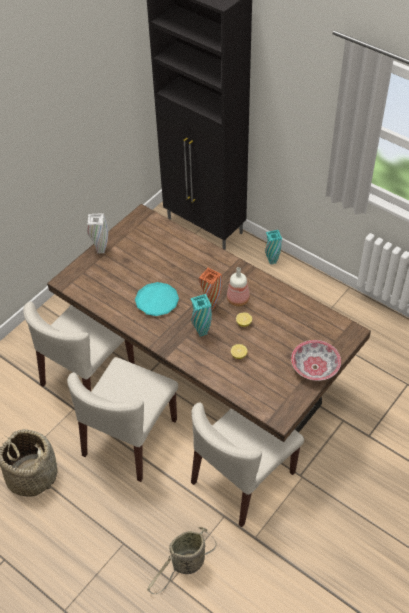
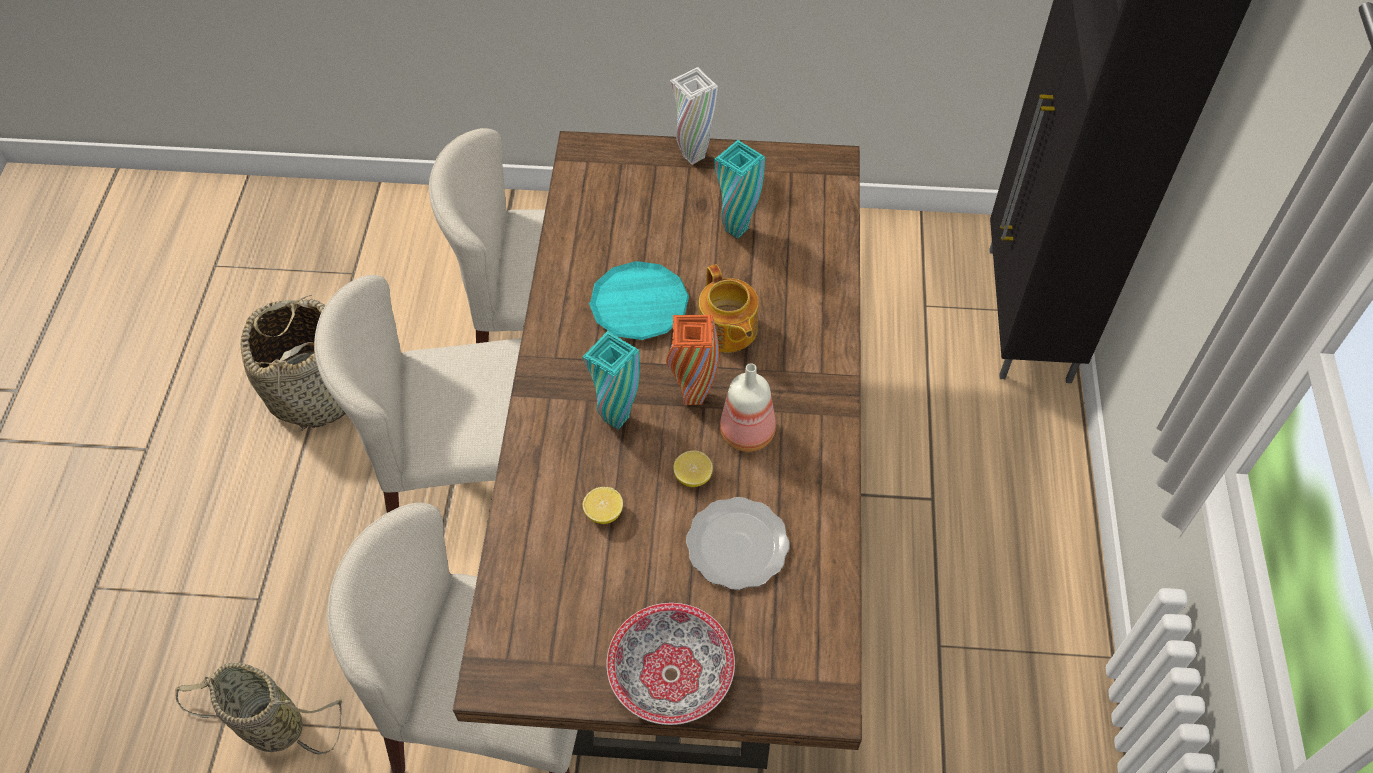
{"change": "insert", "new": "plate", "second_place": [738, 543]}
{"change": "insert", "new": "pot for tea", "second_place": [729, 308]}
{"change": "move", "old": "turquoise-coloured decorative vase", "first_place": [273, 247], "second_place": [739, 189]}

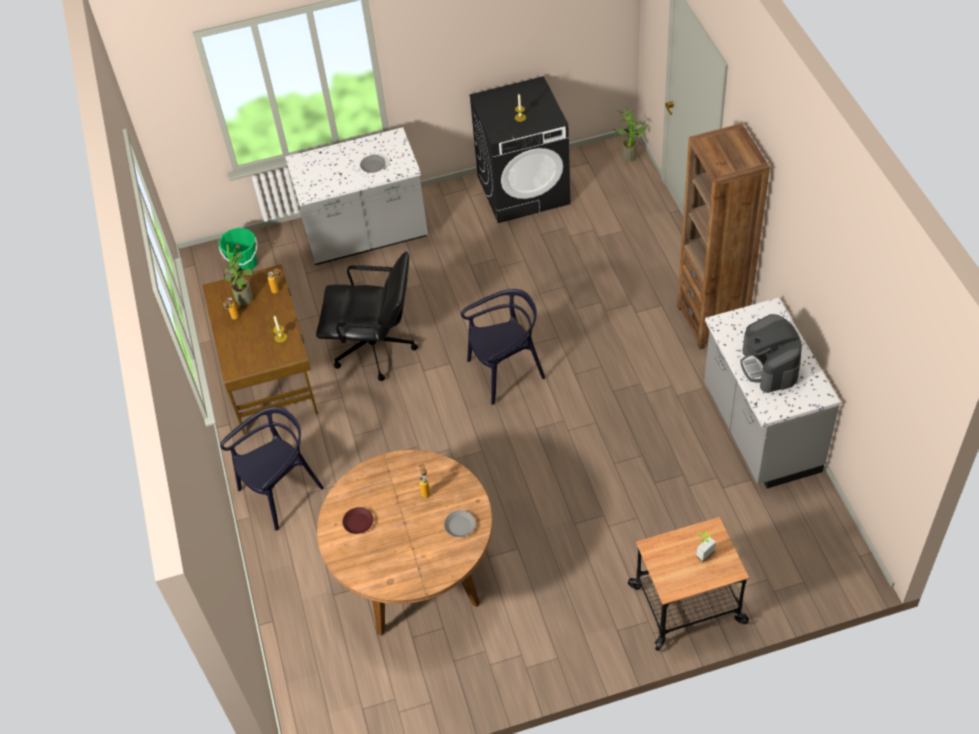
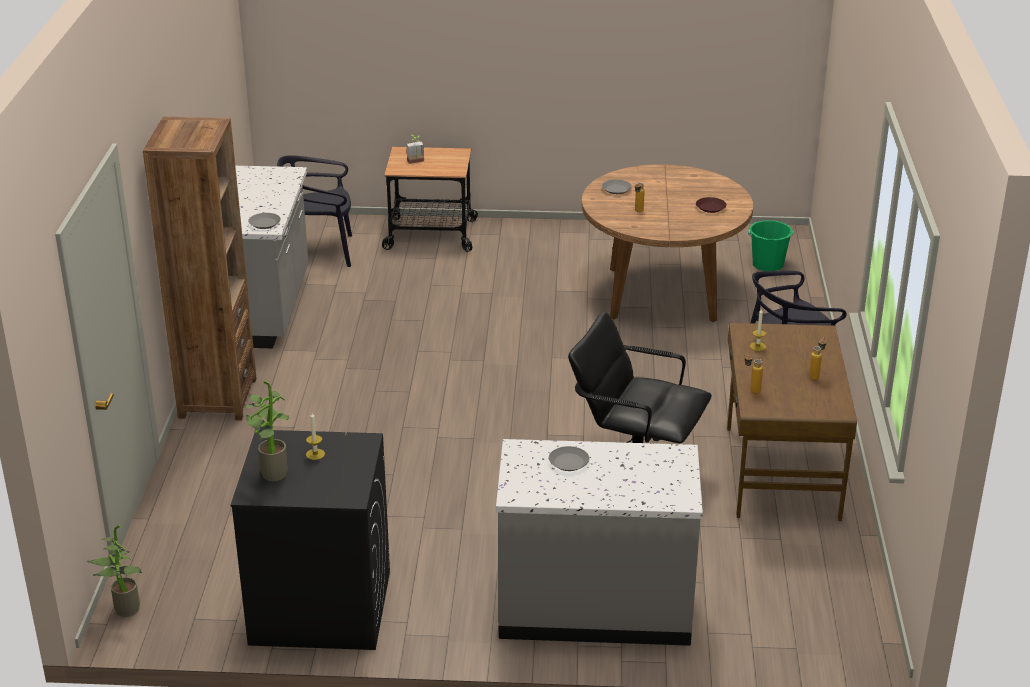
{"change": "move", "old": "houseplant", "first_place": [239, 274], "second_place": [267, 430]}
{"change": "insert", "new": "gray plate", "second_place": [264, 221]}
{"change": "move", "old": "black upright chair", "first_place": [503, 347], "second_place": [314, 211]}
{"change": "move", "old": "greenish bucket", "first_place": [238, 249], "second_place": [770, 245]}
{"change": "delete", "old": "coffee machine", "first_place": [771, 353]}

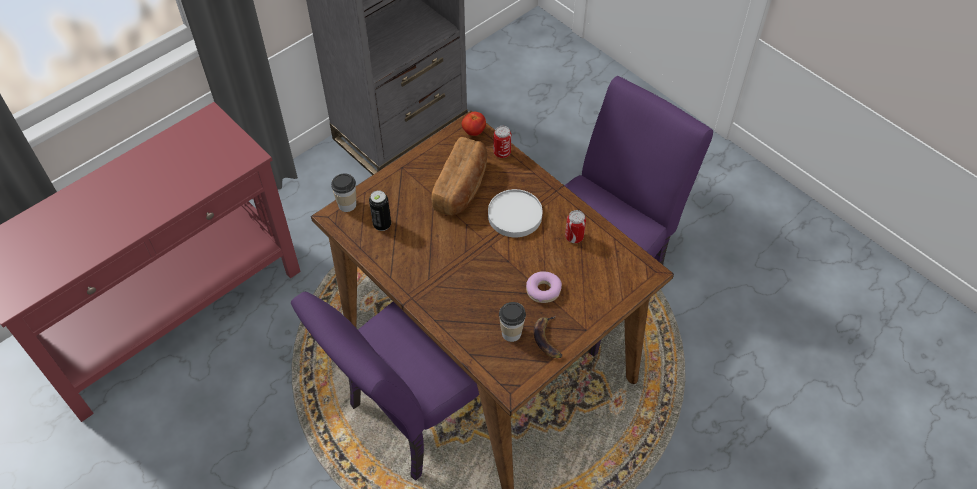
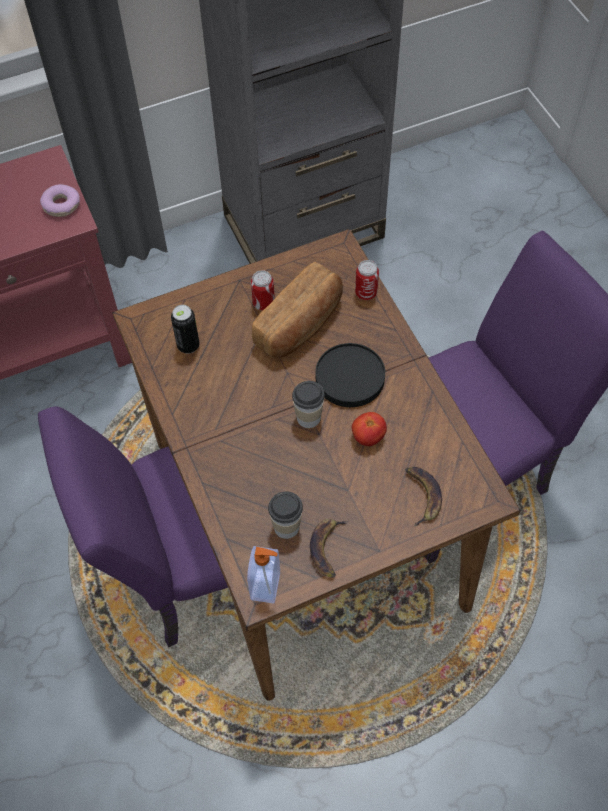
{"change": "move", "old": "doughnut", "first_place": [544, 287], "second_place": [60, 200]}
{"change": "insert", "new": "soap dispenser", "second_place": [263, 574]}
{"change": "move", "old": "sealed can", "first_place": [575, 226], "second_place": [263, 290]}
{"change": "move", "old": "cup", "first_place": [343, 193], "second_place": [308, 404]}
{"change": "recolor", "old": "white-coloured plate", "new": "black plate", "first_place": [515, 213], "second_place": [350, 375]}
{"change": "move", "old": "fresh tomato", "first_place": [474, 124], "second_place": [369, 429]}
{"change": "insert", "new": "whole banana", "second_place": [423, 496]}

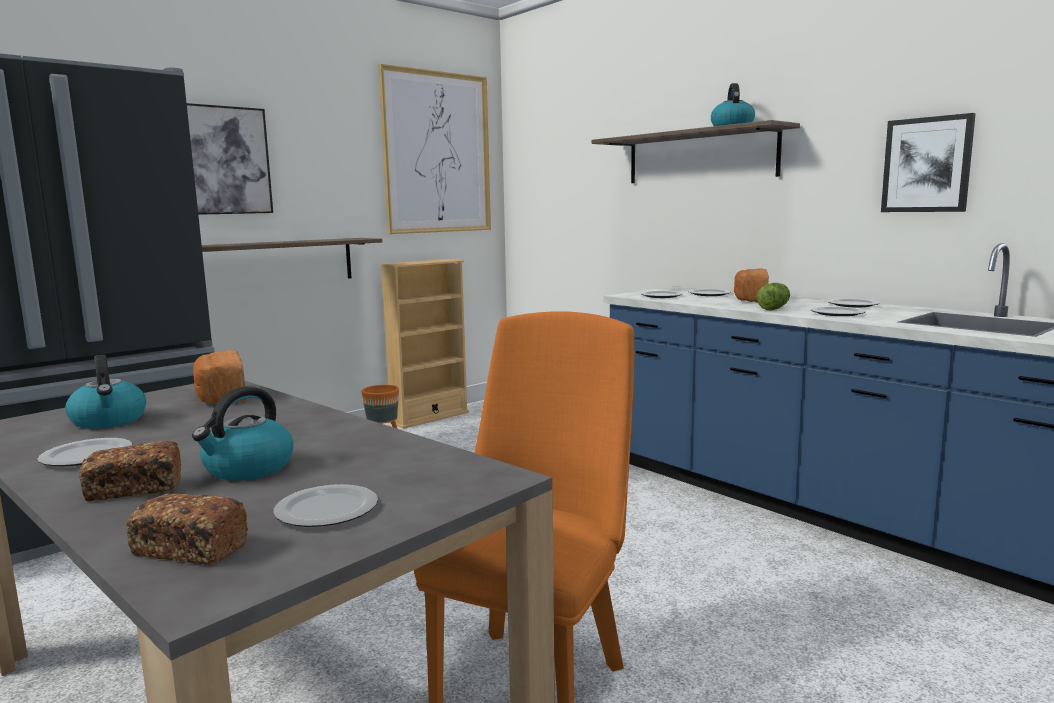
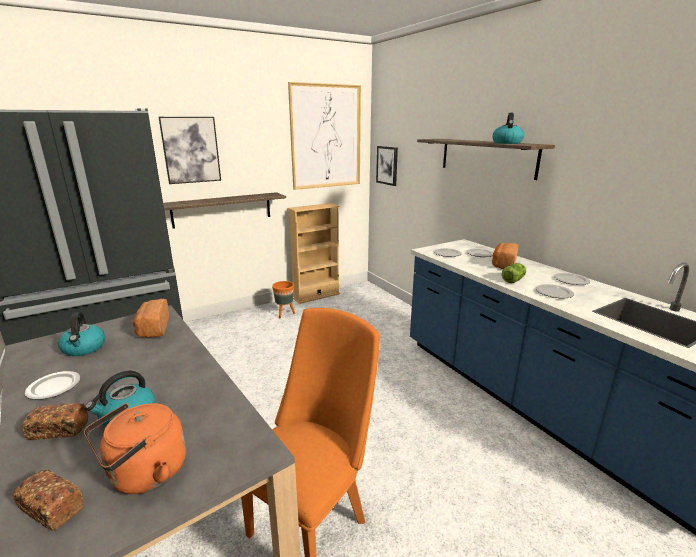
{"change": "replace", "old": "plate", "new": "orange-coloured water kettle", "first_place": [325, 505], "second_place": [135, 448]}
{"change": "move", "old": "wall art", "first_place": [928, 162], "second_place": [387, 166]}

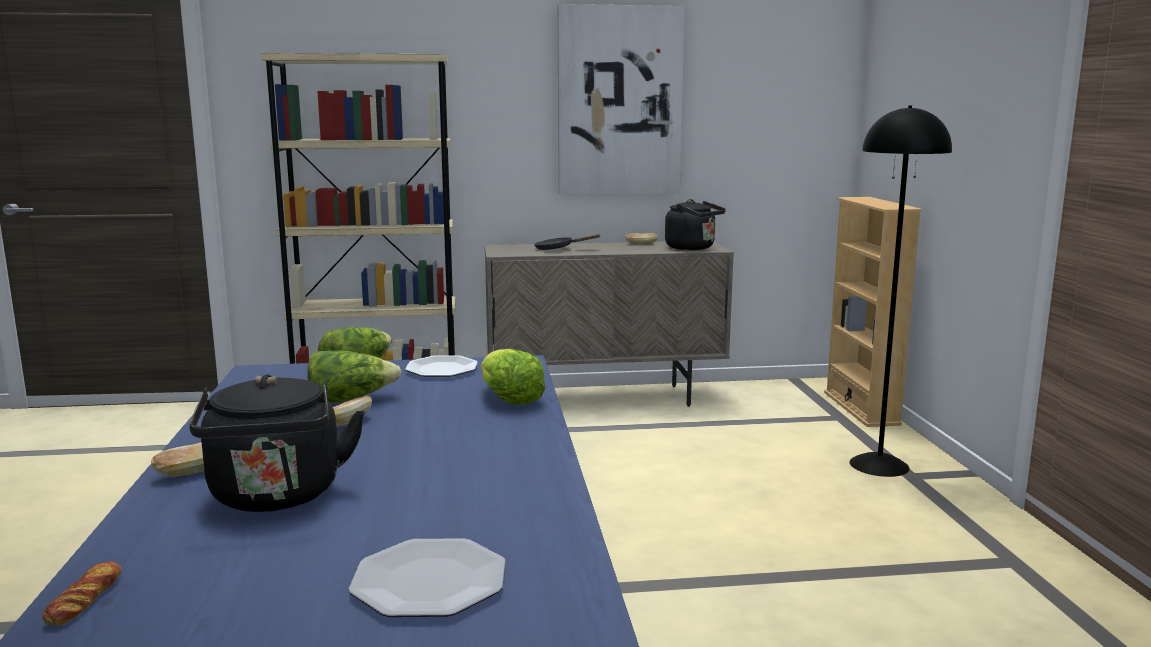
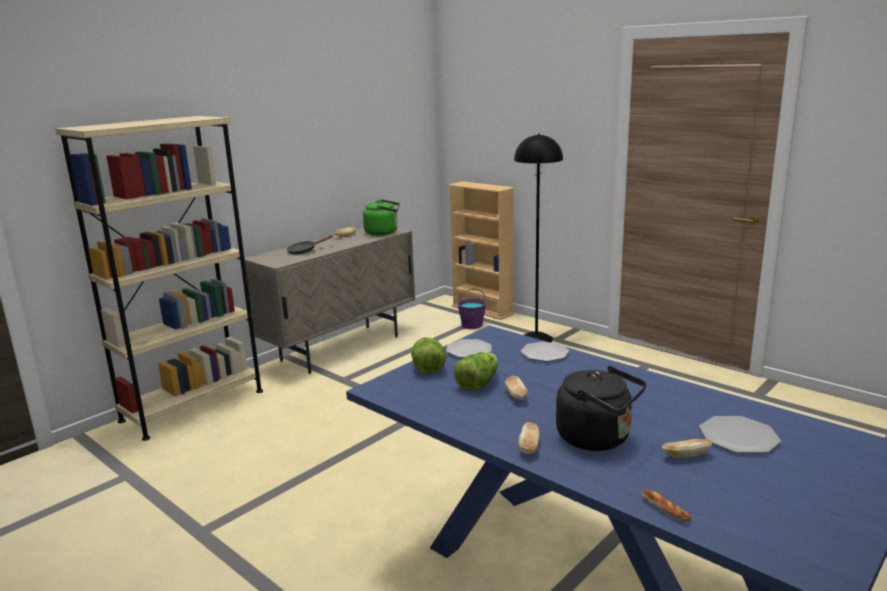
{"change": "recolor", "old": "black water kettle", "new": "greenish water kettle", "first_place": [695, 224], "second_place": [381, 217]}
{"change": "insert", "new": "purple bucket", "second_place": [471, 309]}
{"change": "replace", "old": "head of lettuce", "new": "plate", "first_place": [513, 377], "second_place": [545, 351]}
{"change": "insert", "new": "bread", "second_place": [687, 448]}
{"change": "delete", "old": "wall art", "first_place": [621, 99]}

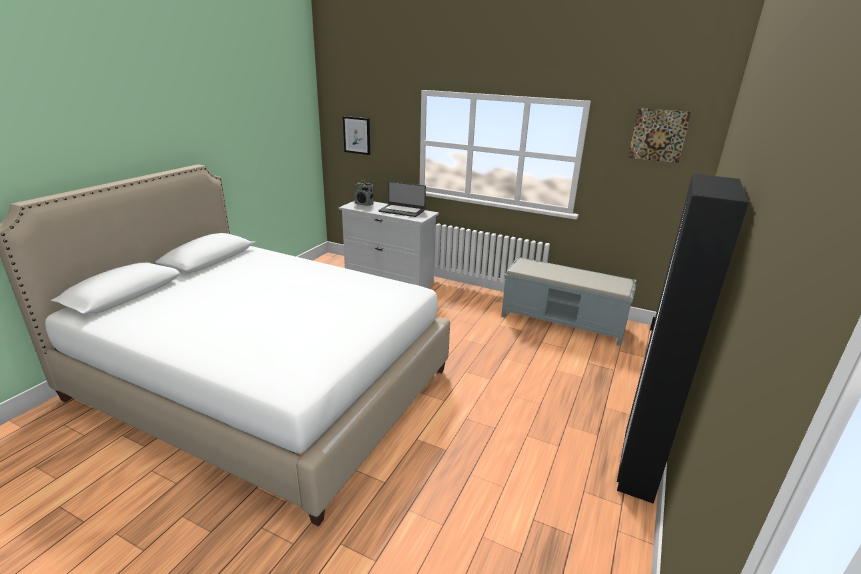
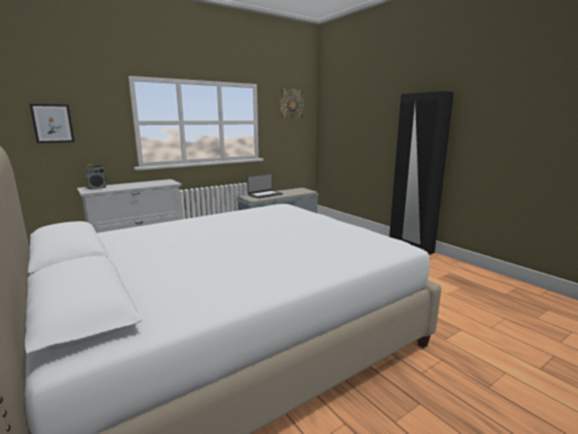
{"change": "move", "old": "laptop", "first_place": [402, 199], "second_place": [265, 186]}

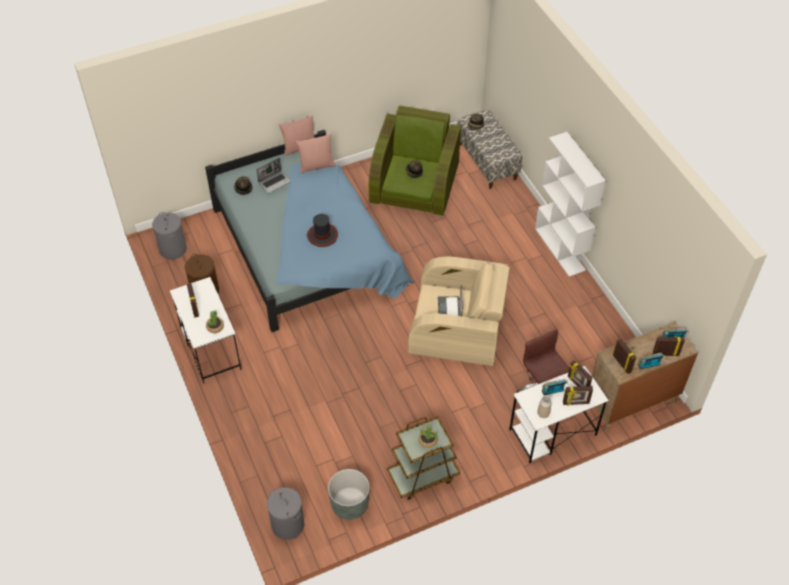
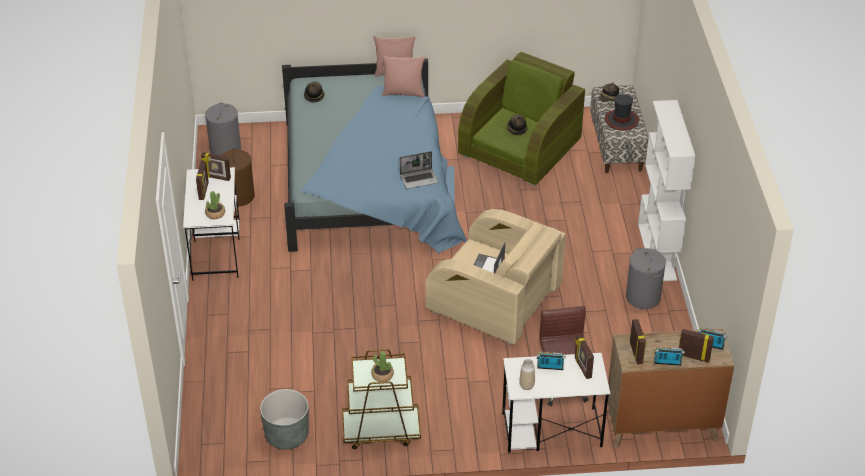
{"change": "move", "old": "picture frame", "first_place": [578, 395], "second_place": [216, 166]}
{"change": "move", "old": "laptop", "first_place": [273, 175], "second_place": [419, 170]}
{"change": "move", "old": "hat", "first_place": [322, 230], "second_place": [622, 112]}
{"change": "move", "old": "gray washing basket", "first_place": [285, 513], "second_place": [646, 278]}

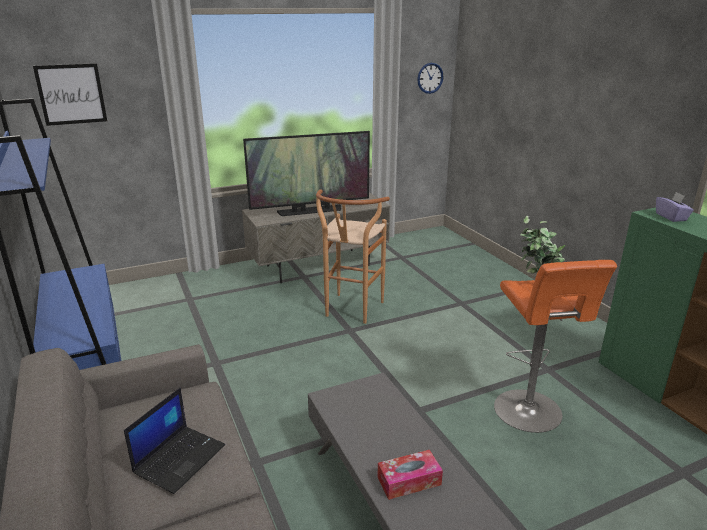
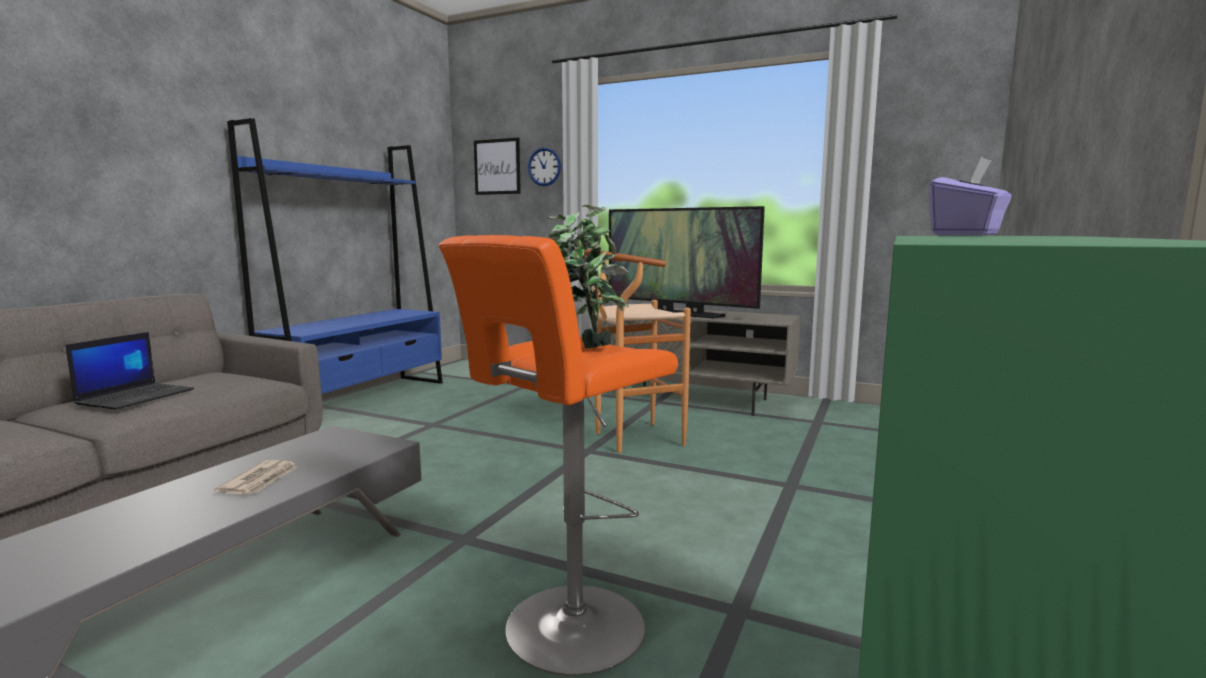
{"change": "rotate", "old": "laptop", "first_place": [174, 440], "second_place": [130, 371], "degrees": -60}
{"change": "insert", "new": "newspaper", "second_place": [256, 477]}
{"change": "move", "old": "clock on the wall", "first_place": [430, 78], "second_place": [544, 167]}
{"change": "delete", "old": "tissue holder", "first_place": [410, 475]}

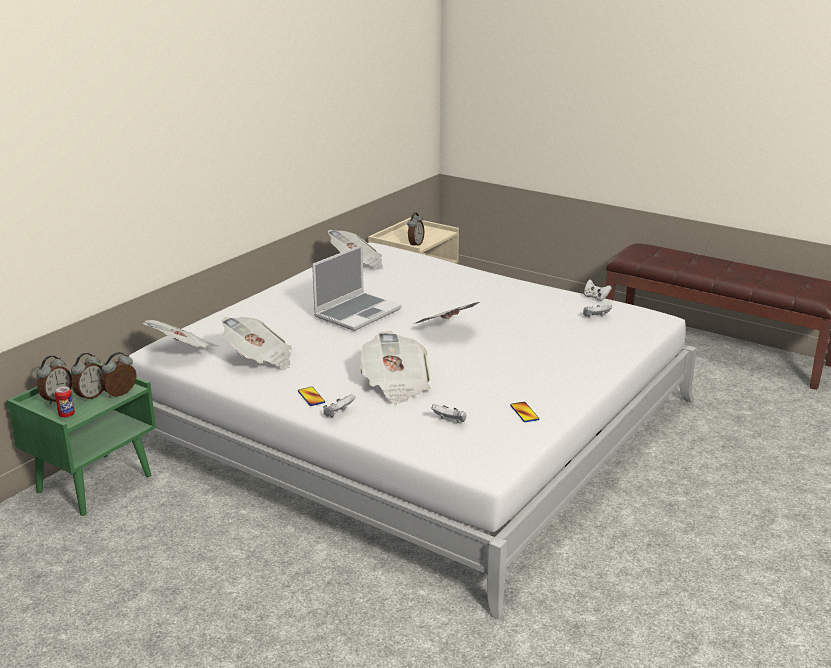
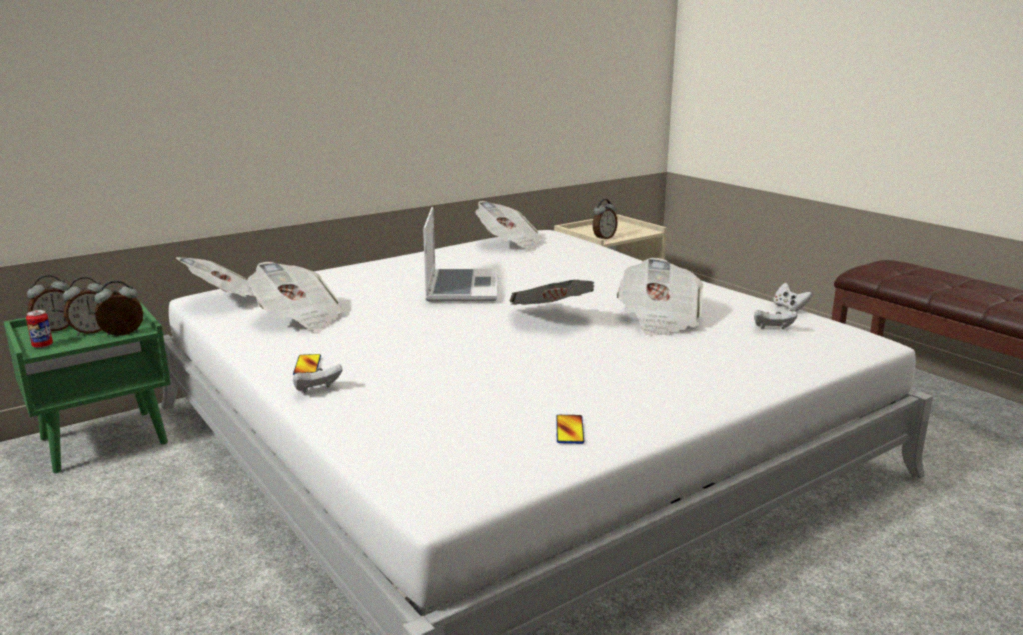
{"change": "rotate", "old": "laptop", "first_place": [357, 288], "second_place": [460, 254], "degrees": -60}
{"change": "move", "old": "newspaper", "first_place": [395, 367], "second_place": [660, 297]}
{"change": "delete", "old": "white-coloured game controller", "first_place": [449, 413]}

